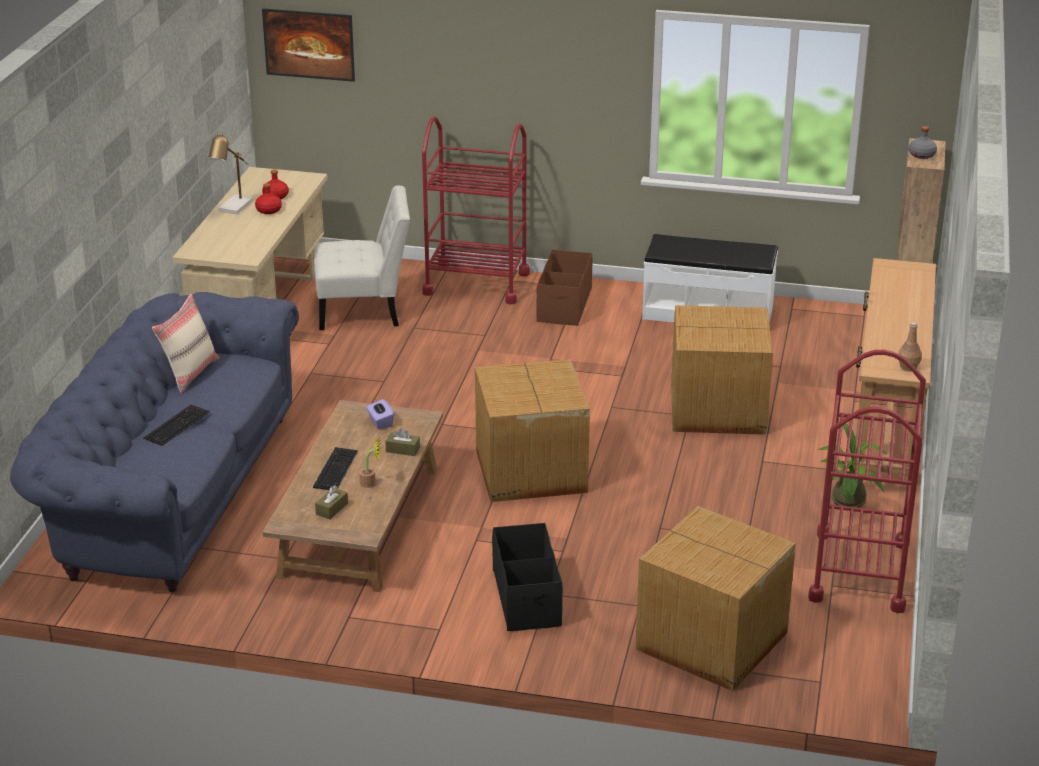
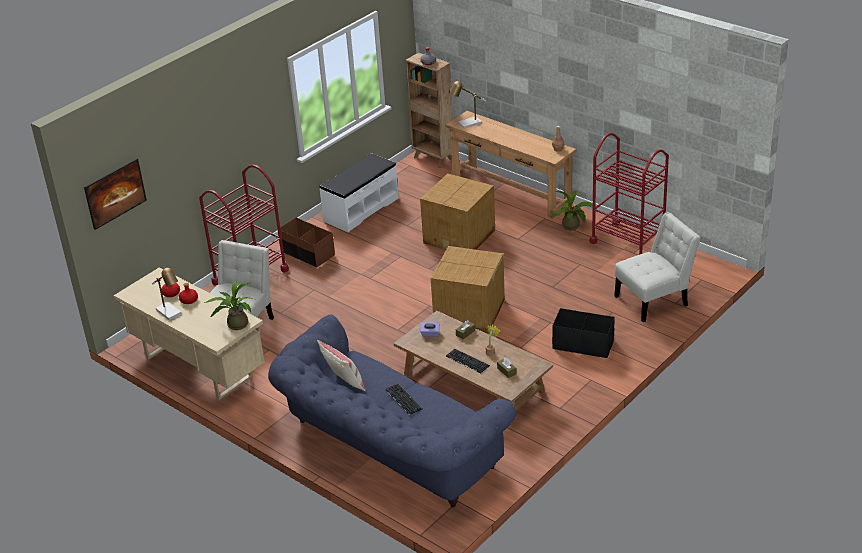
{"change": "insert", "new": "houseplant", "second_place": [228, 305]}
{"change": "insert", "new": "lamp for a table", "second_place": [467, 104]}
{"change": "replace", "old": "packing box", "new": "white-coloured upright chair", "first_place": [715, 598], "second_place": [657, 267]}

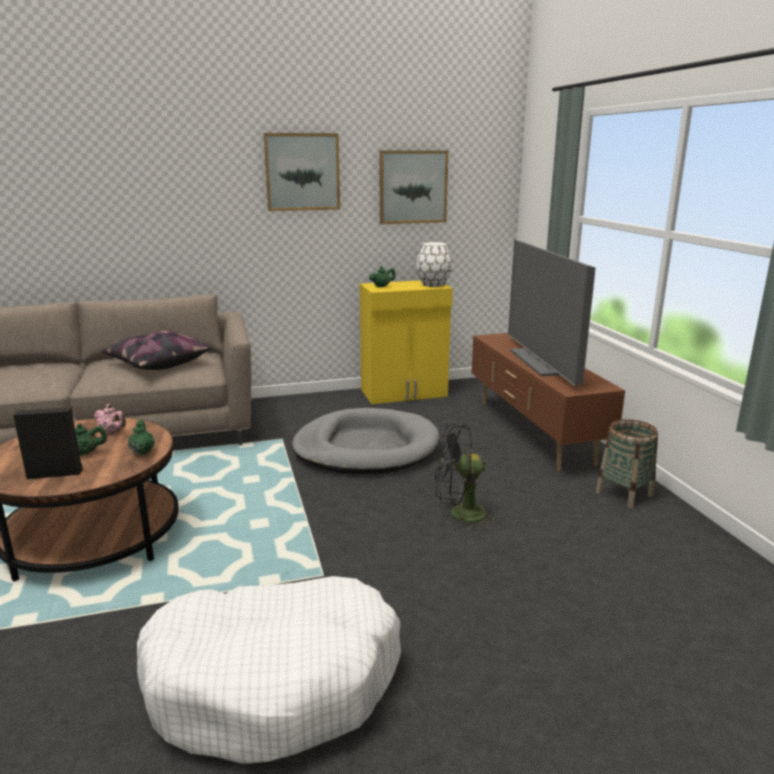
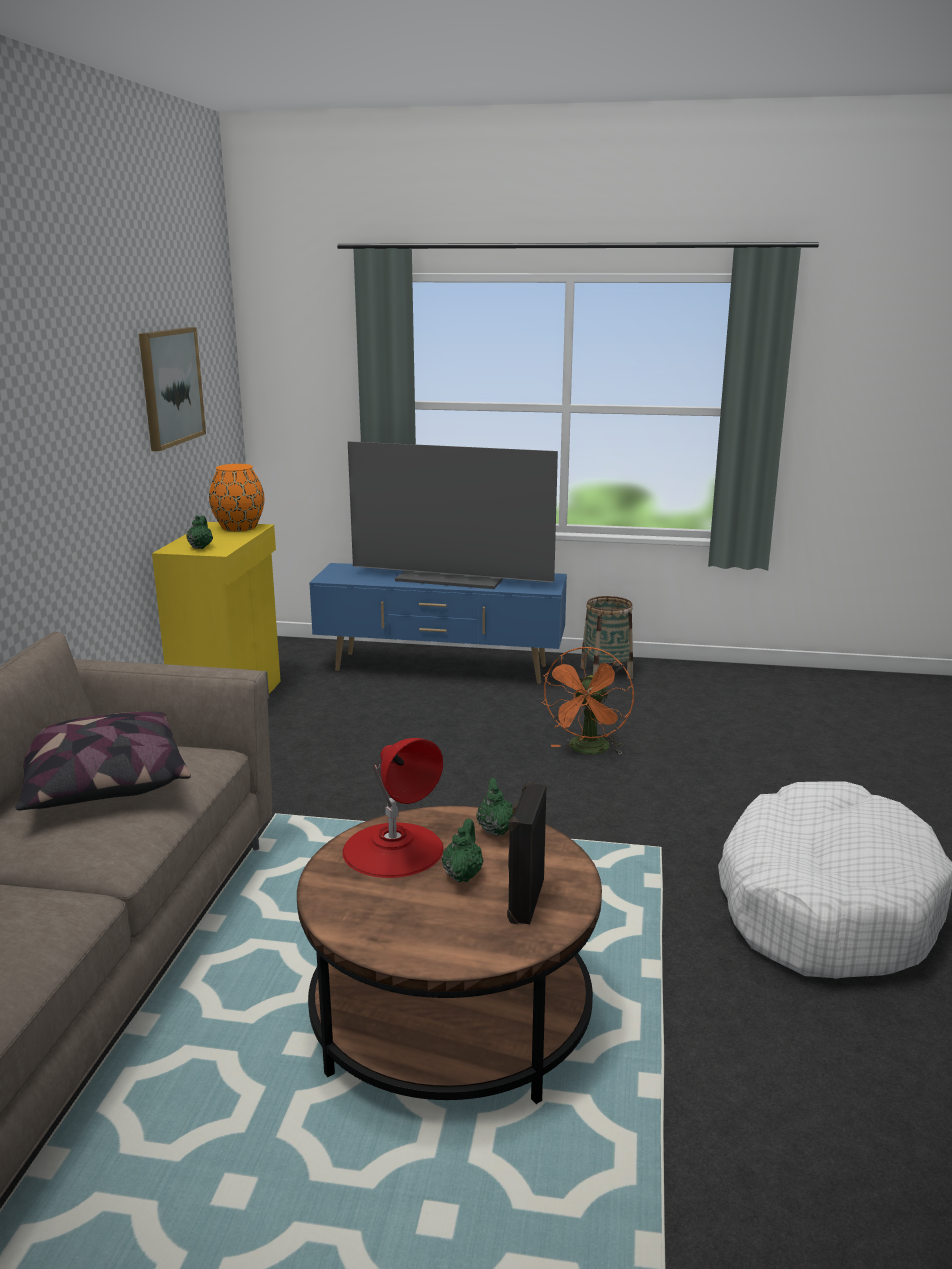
{"change": "recolor", "old": "white-coloured decorative vase", "new": "orange-coloured decorative vase", "first_place": [434, 264], "second_place": [236, 497]}
{"change": "recolor", "old": "brownish tv stand", "new": "blue tv stand", "first_place": [548, 402], "second_place": [438, 623]}
{"change": "replace", "old": "pink-coloured pot for tea", "new": "red-coloured lamp for a table", "first_place": [110, 419], "second_place": [393, 808]}
{"change": "rotate", "old": "greenish pot for tea", "first_place": [141, 437], "second_place": [494, 807], "degrees": 75}
{"change": "recolor", "old": "black fan", "new": "orange-coloured fan", "first_place": [466, 477], "second_place": [587, 700]}
{"change": "delete", "old": "wall art", "first_place": [301, 172]}
{"change": "delete", "old": "gray dog cushion", "first_place": [365, 441]}

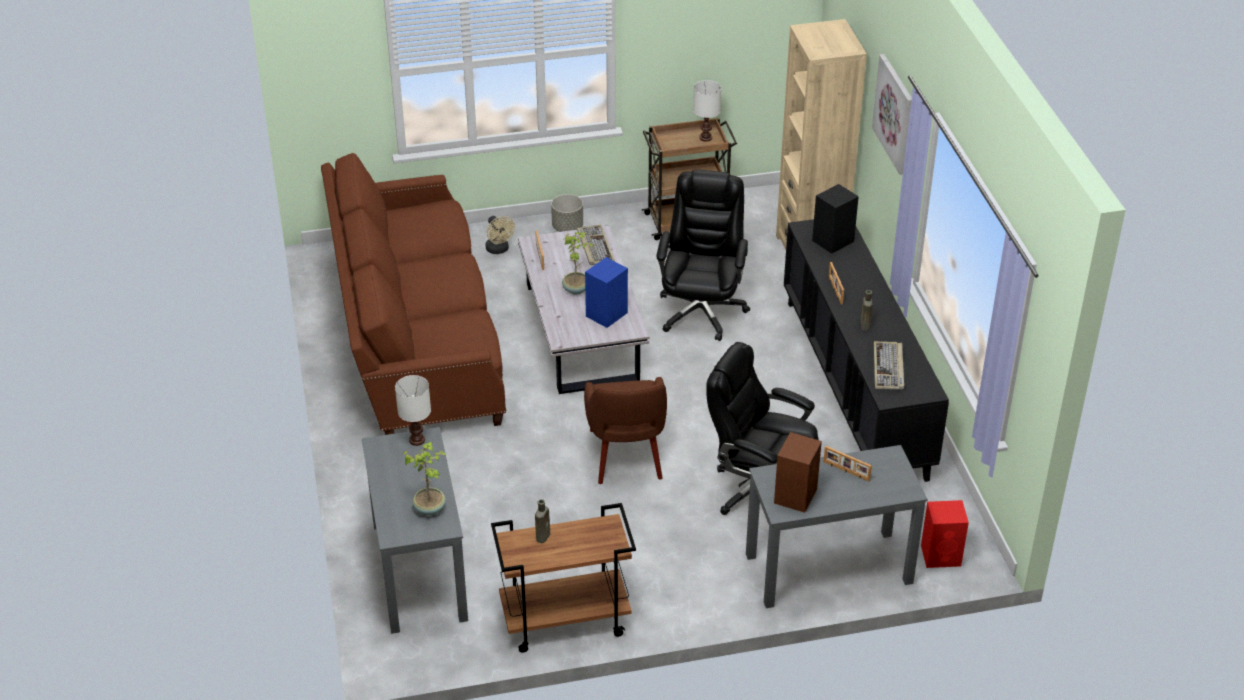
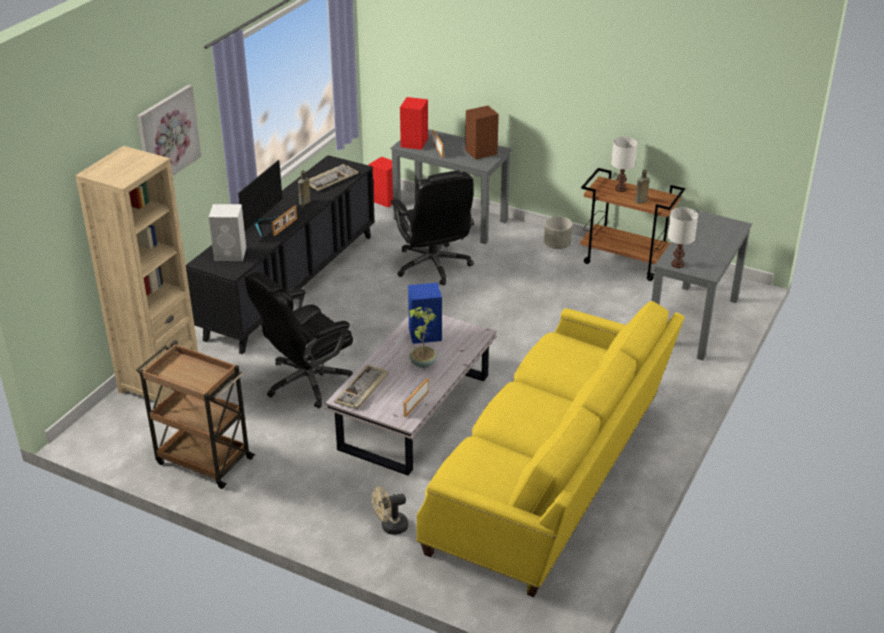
{"change": "recolor", "old": "black speaker", "new": "white-coloured speaker", "first_place": [835, 219], "second_place": [227, 232]}
{"change": "insert", "new": "monitor", "second_place": [260, 198]}
{"change": "rotate", "old": "beige-coloured fan", "first_place": [500, 235], "second_place": [390, 510], "degrees": -120}
{"change": "insert", "new": "red-coloured speaker", "second_place": [414, 123]}
{"change": "recolor", "old": "brownish sofa", "new": "yellow sofa", "first_place": [413, 294], "second_place": [550, 449]}
{"change": "move", "old": "gray plant pot", "first_place": [567, 213], "second_place": [558, 232]}
{"change": "move", "old": "white-coloured lamp for a table", "first_place": [707, 110], "second_place": [624, 164]}
{"change": "delete", "old": "houseplant", "first_place": [425, 479]}
{"change": "delete", "old": "brownish lounge chair", "first_place": [625, 430]}

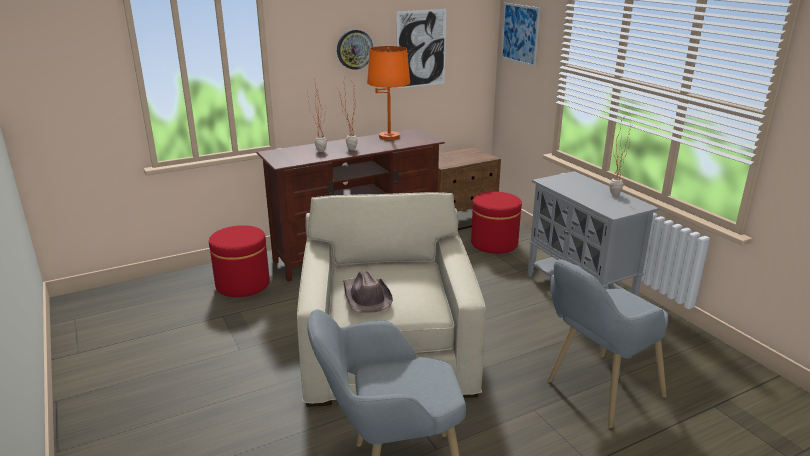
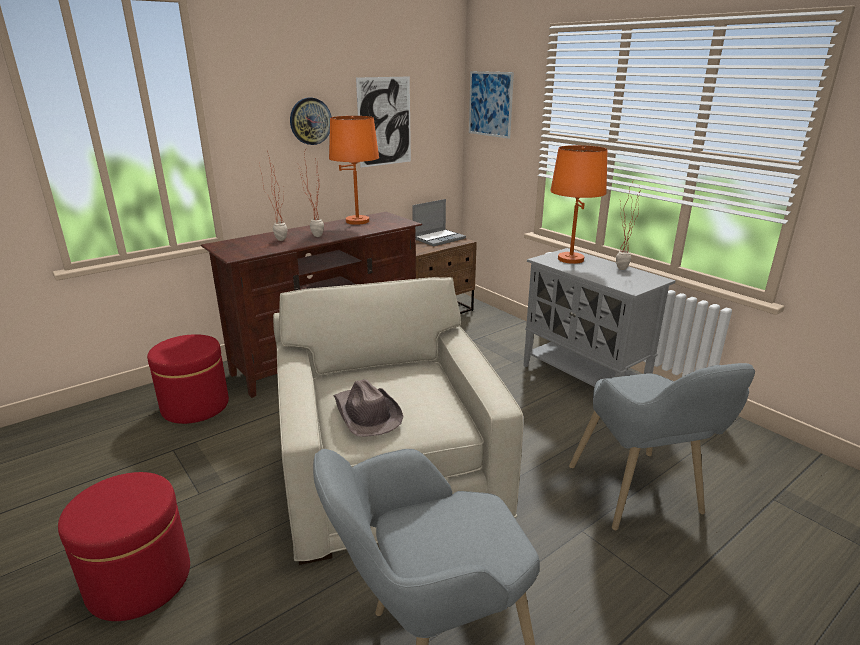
{"change": "move", "old": "red-coloured pouffe", "first_place": [496, 223], "second_place": [124, 546]}
{"change": "insert", "new": "laptop", "second_place": [439, 222]}
{"change": "insert", "new": "orange-coloured lamp for a table", "second_place": [579, 204]}
{"change": "rotate", "old": "gray lounge chair", "first_place": [607, 343], "second_place": [662, 446], "degrees": -60}

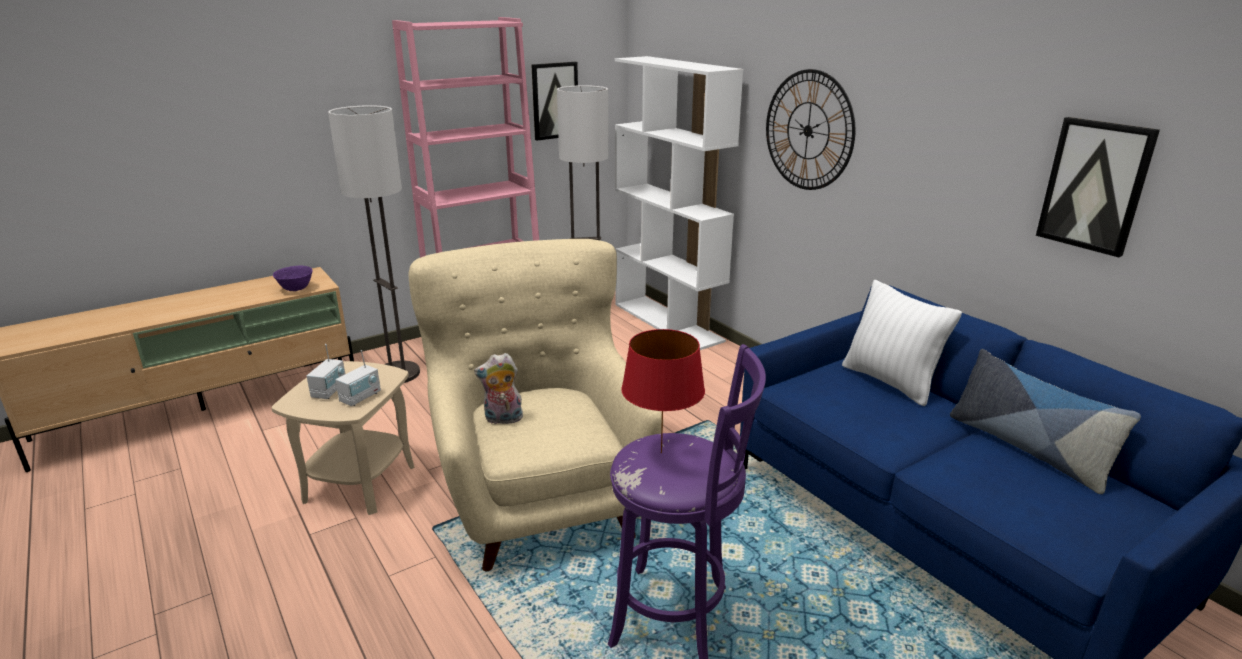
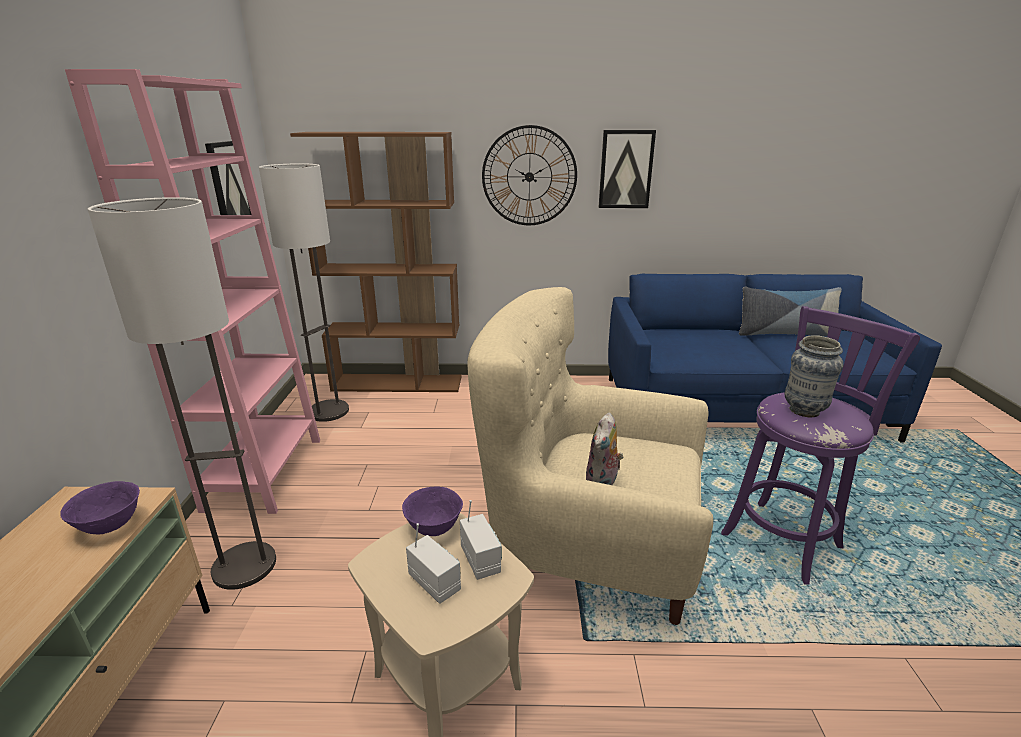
{"change": "recolor", "old": "white-coloured bookcase", "new": "brownish bookcase", "first_place": [679, 203], "second_place": [376, 262]}
{"change": "insert", "new": "purple bowl", "second_place": [432, 511]}
{"change": "move", "old": "wall art", "first_place": [1098, 187], "second_place": [627, 169]}
{"change": "replace", "old": "red-coloured lamp for a table", "new": "decorative vase", "first_place": [663, 391], "second_place": [814, 376]}
{"change": "delete", "old": "white-coloured cushion", "first_place": [902, 343]}

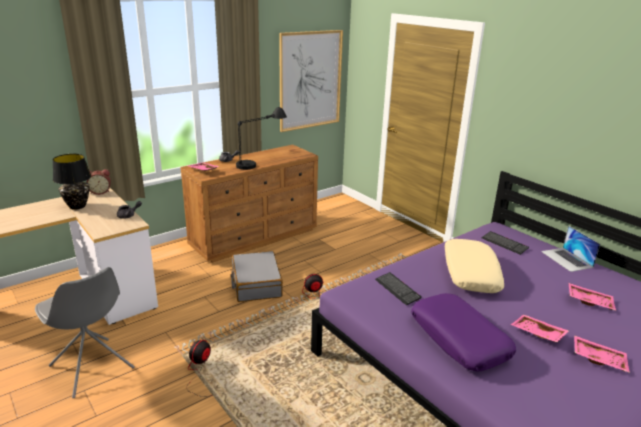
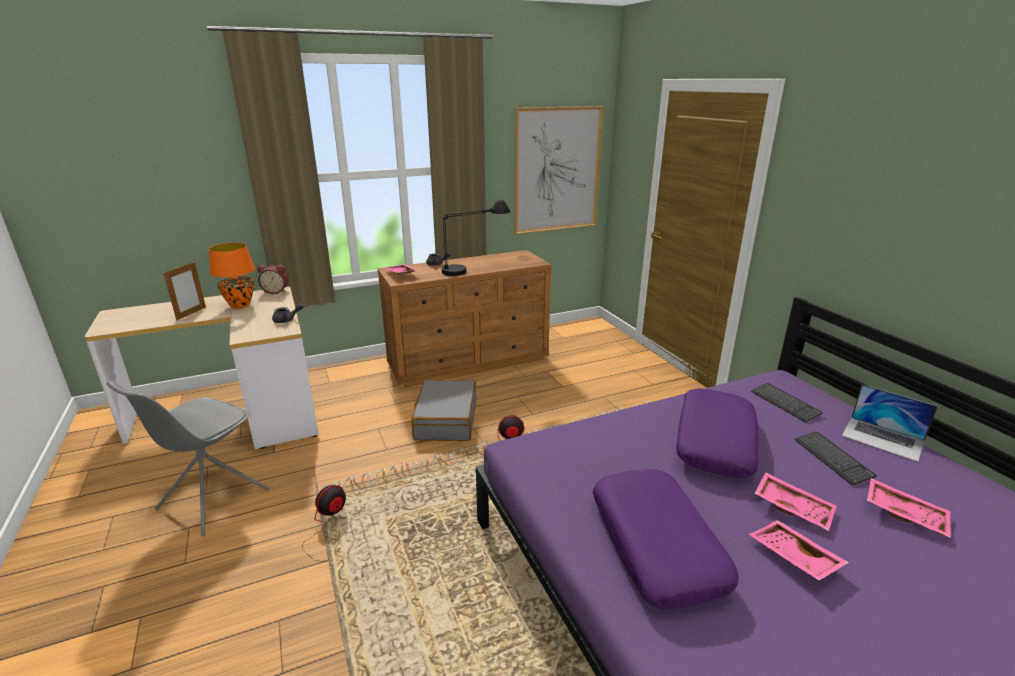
{"change": "rotate", "old": "gray upright chair", "first_place": [85, 332], "second_place": [188, 458], "degrees": 60}
{"change": "insert", "new": "picture frame", "second_place": [185, 291]}
{"change": "recolor", "old": "black lamp for a table", "new": "orange-coloured lamp for a table", "first_place": [72, 182], "second_place": [232, 276]}
{"change": "recolor", "old": "beige-coloured cushion", "new": "purple cushion", "first_place": [474, 266], "second_place": [717, 433]}
{"change": "move", "old": "pink-coloured carrying tray", "first_place": [602, 354], "second_place": [795, 501]}
{"change": "move", "old": "computer keyboard", "first_place": [398, 288], "second_place": [835, 458]}
{"change": "rotate", "old": "laptop", "first_place": [570, 249], "second_place": [890, 423], "degrees": -45}

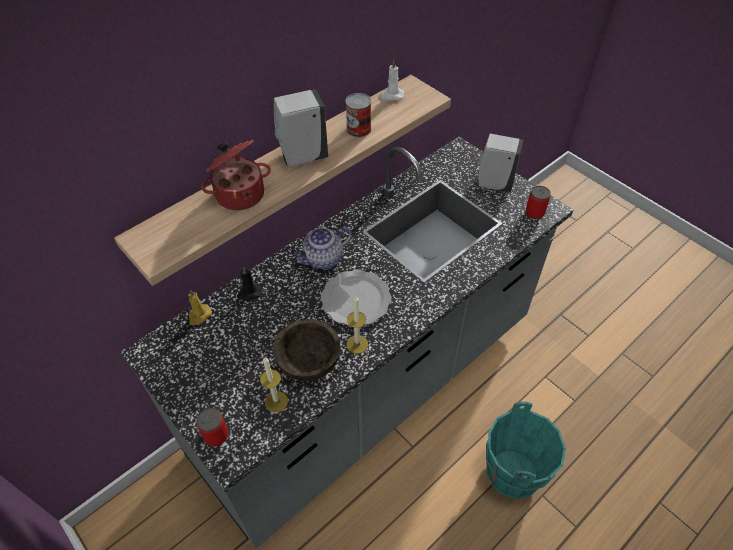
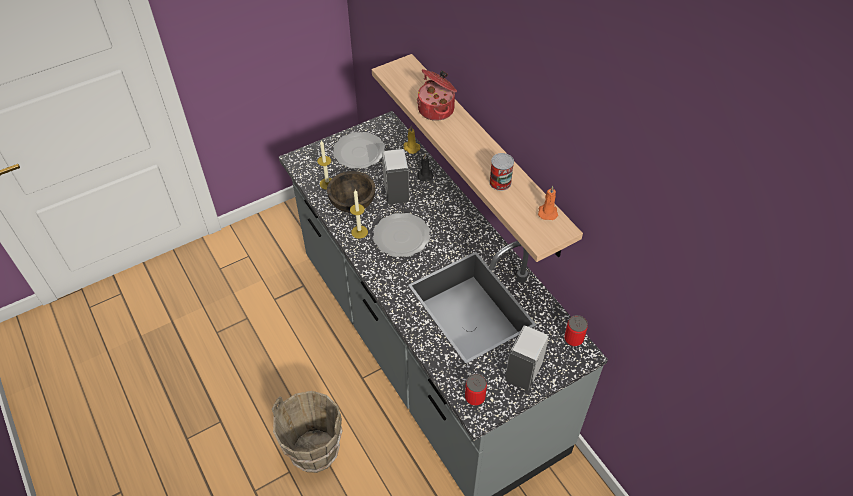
{"change": "recolor", "old": "turquoise-coloured bucket", "new": "brownish bucket", "first_place": [526, 450], "second_place": [307, 432]}
{"change": "insert", "new": "plate", "second_place": [359, 150]}
{"change": "move", "old": "white-coloured soap dispenser", "first_place": [300, 128], "second_place": [395, 176]}
{"change": "recolor", "old": "white-coloured wax light", "new": "orange-coloured wax light", "first_place": [392, 80], "second_place": [548, 203]}
{"change": "move", "old": "sealed can", "first_place": [212, 427], "second_place": [576, 330]}
{"change": "delete", "old": "pot for tea", "first_place": [321, 248]}

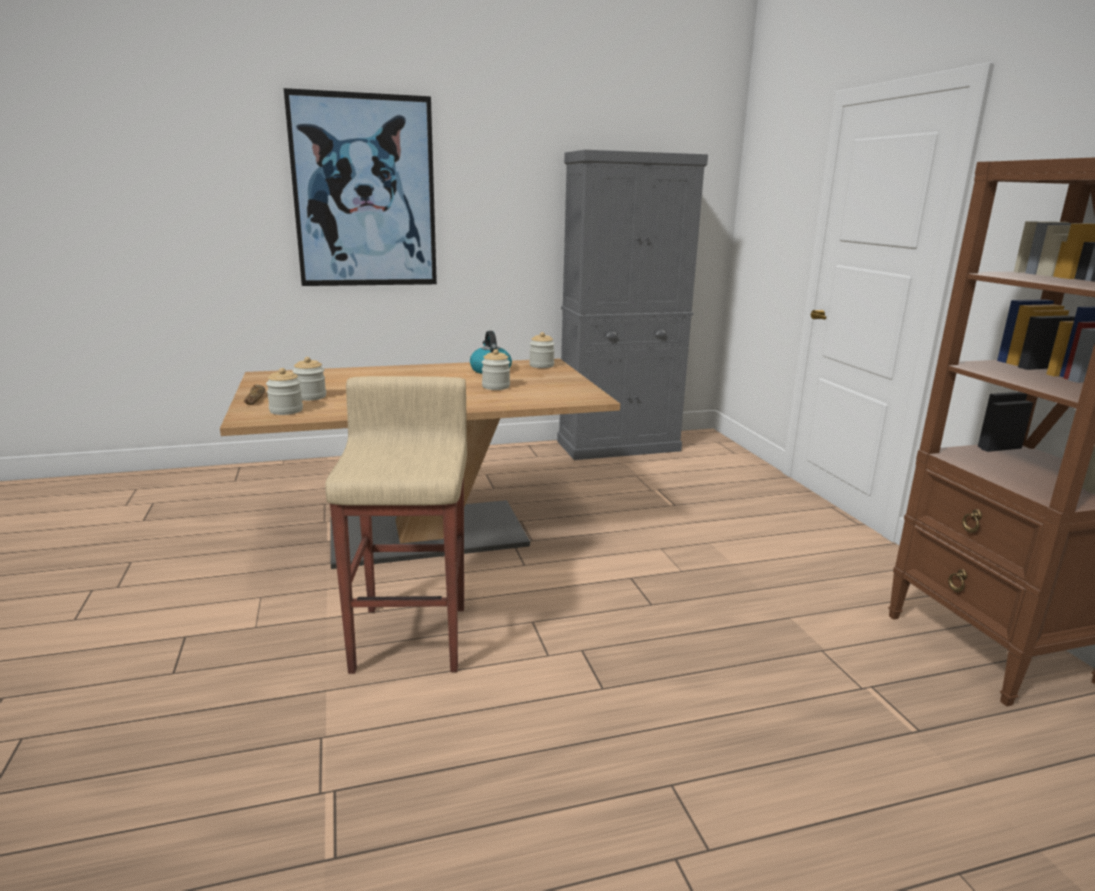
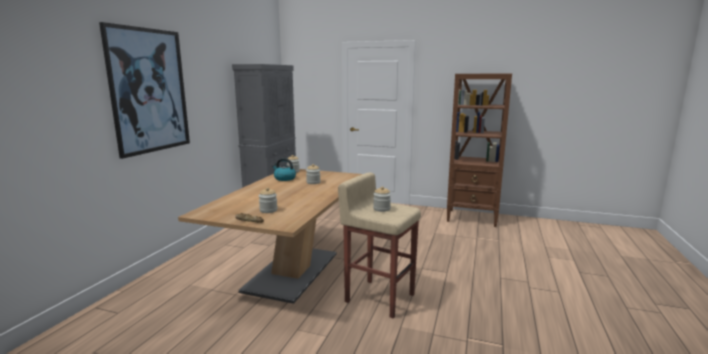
{"change": "move", "old": "preserve jar", "first_place": [284, 391], "second_place": [382, 199]}

